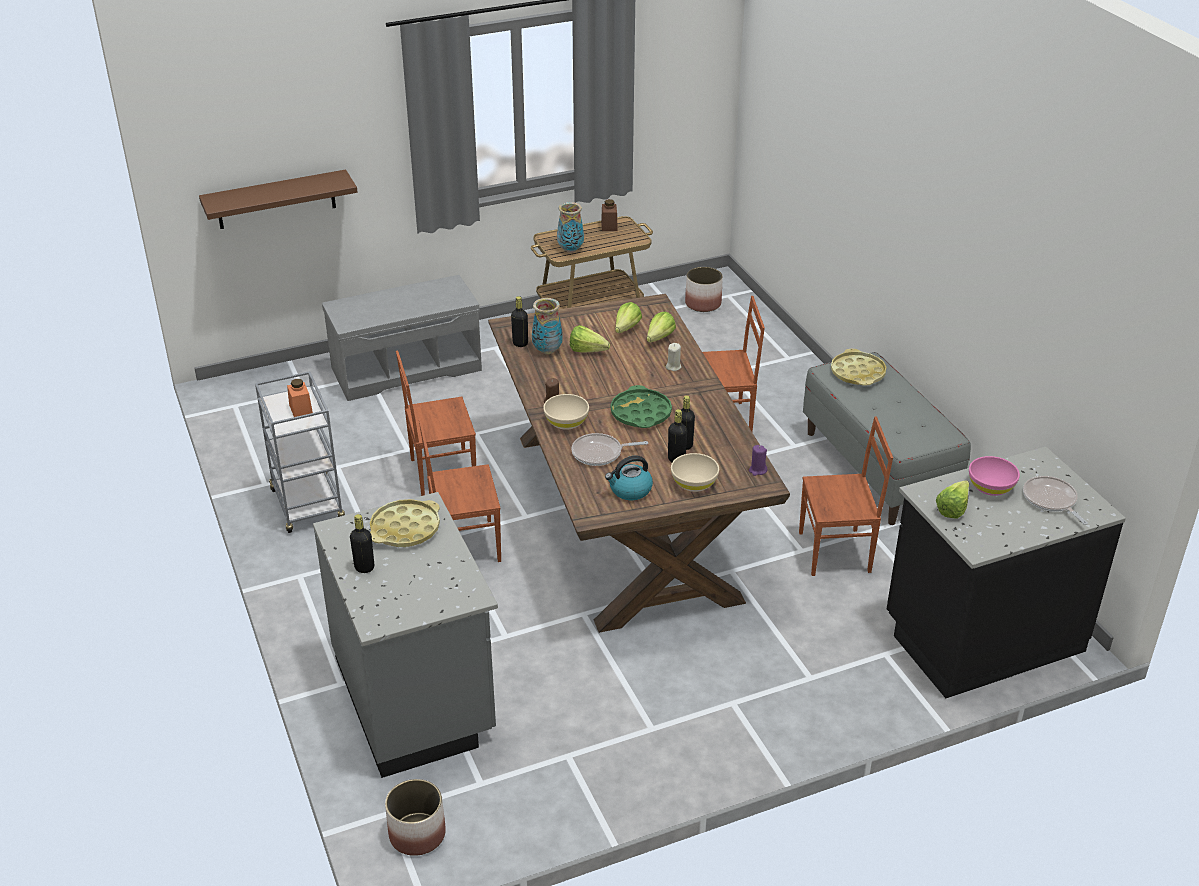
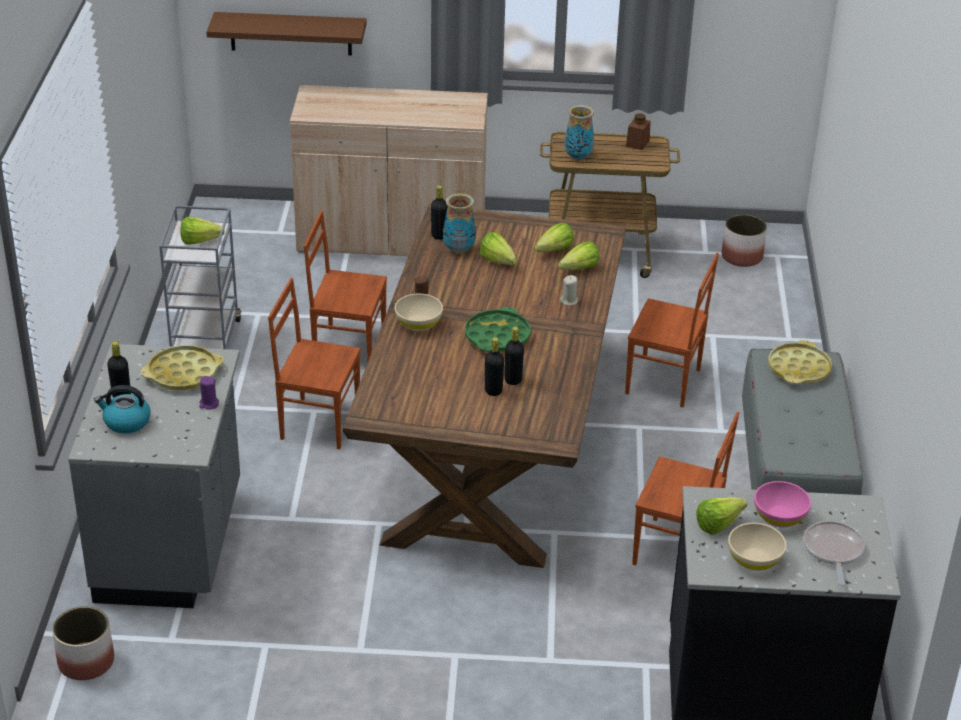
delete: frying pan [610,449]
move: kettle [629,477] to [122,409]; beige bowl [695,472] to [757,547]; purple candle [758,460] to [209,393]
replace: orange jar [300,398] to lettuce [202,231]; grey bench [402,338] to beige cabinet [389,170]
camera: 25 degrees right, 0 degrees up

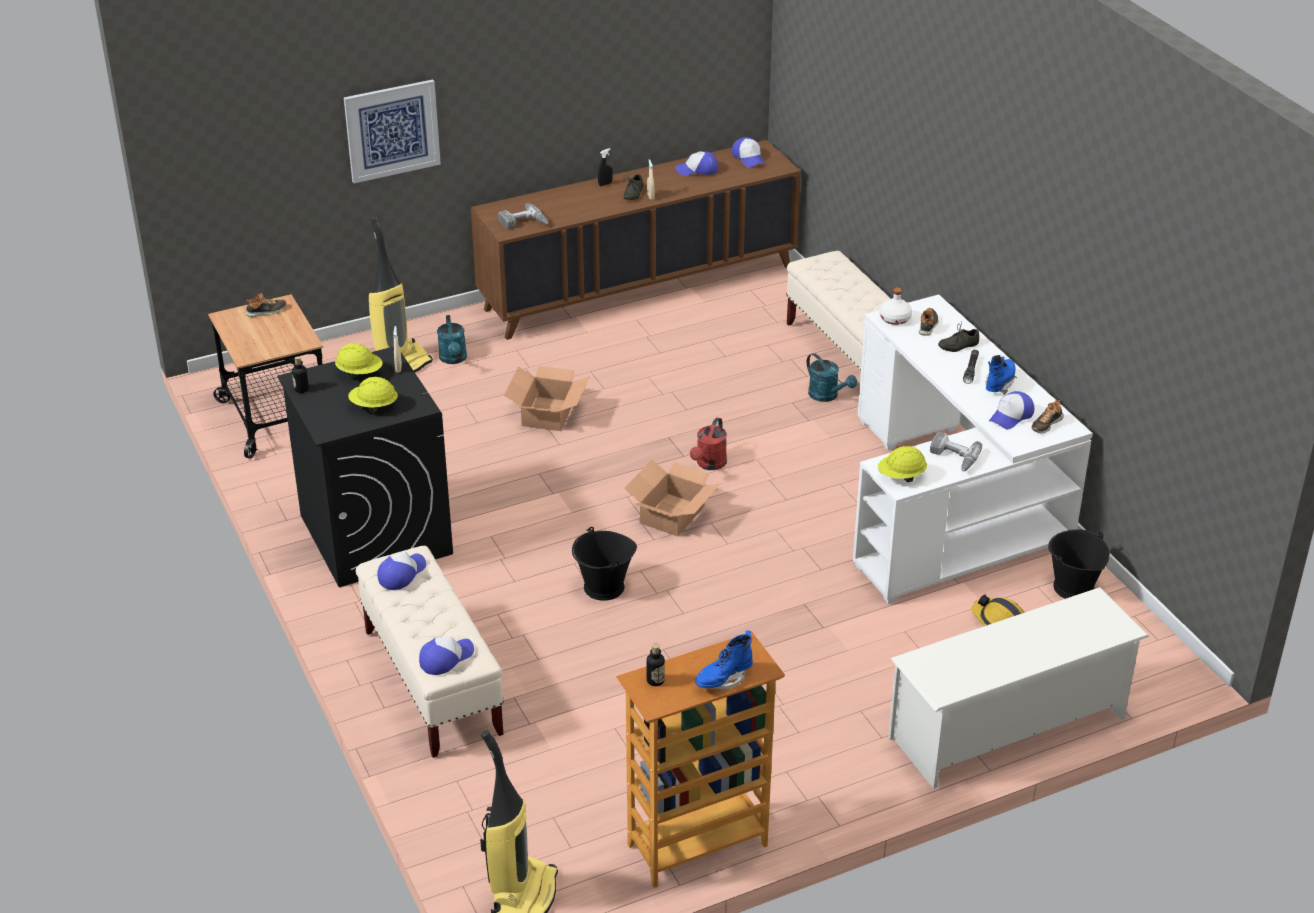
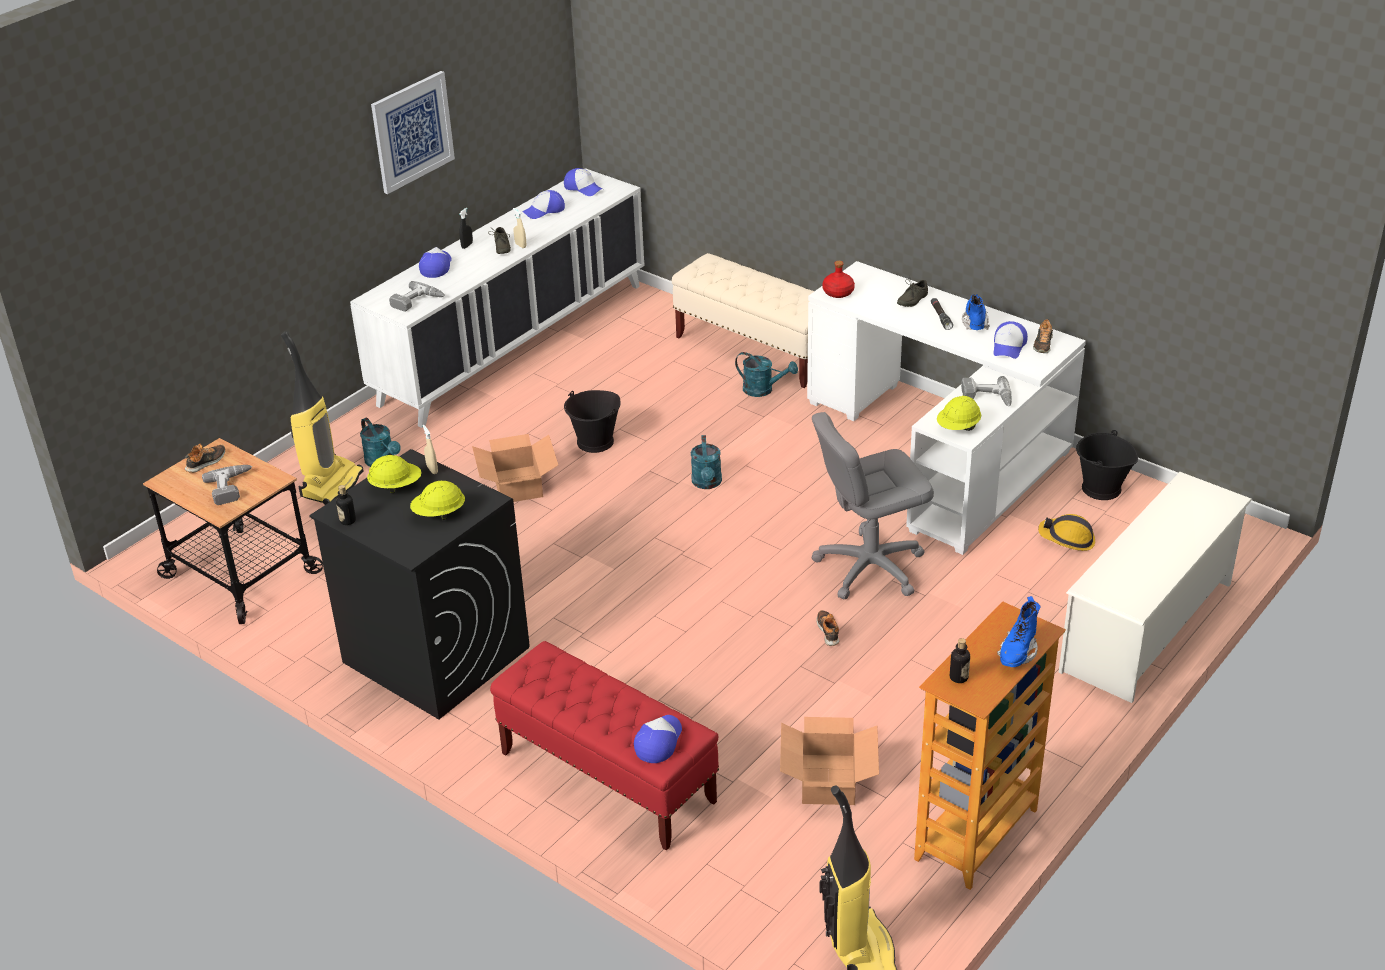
insert: power drill [227,485]; grey office chair [873,505]
move: picture [392,131] to [413,132]; cap [401,571] to [435,262]; black bucket [604,564] to [592,421]; cardboard box [672,498] to [829,761]; shoe [928,322] to [827,628]
recolor: beige bench [430,652] to red bench [604,746]; brown cabinet [636,240] to white cabinet [497,298]; red watering can [708,443] to turquoise watering can [706,462]; white bottle [895,306] to red bottle [838,279]
camera: 25 degrees left, 0 degrees up

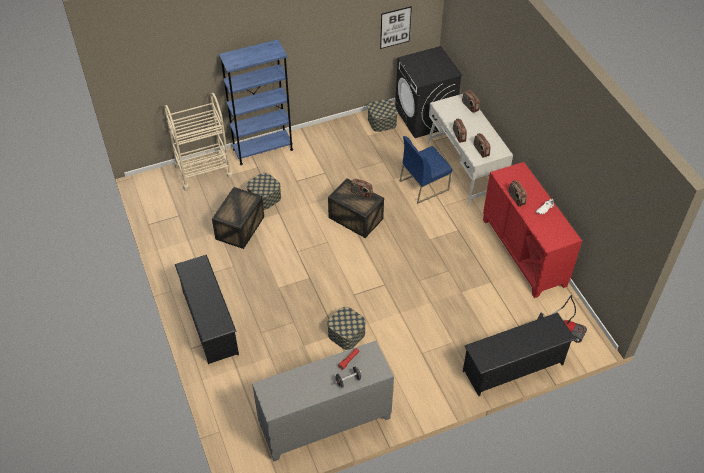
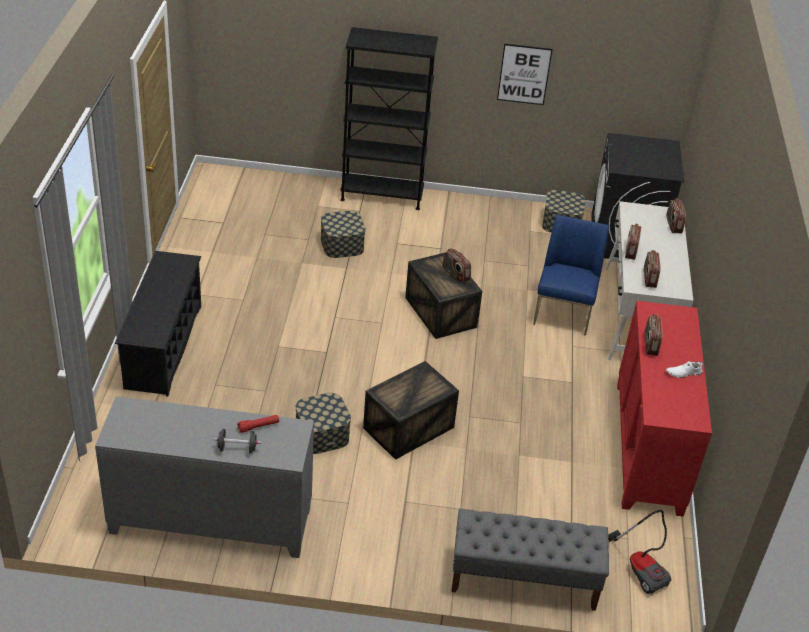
delete: beige cart [198,142]
move: crate [238,218] to [411,410]; picture [396,27] to [525,74]
replace: black shoe rack [519,354] to grey bench [530,560]
recolor: blue bookcase [256,102] to black bookcase [389,118]
rotate: blue chair [425,170] = [571,275] 105 degrees clockwise
camera: 25 degrees right, 10 degrees down

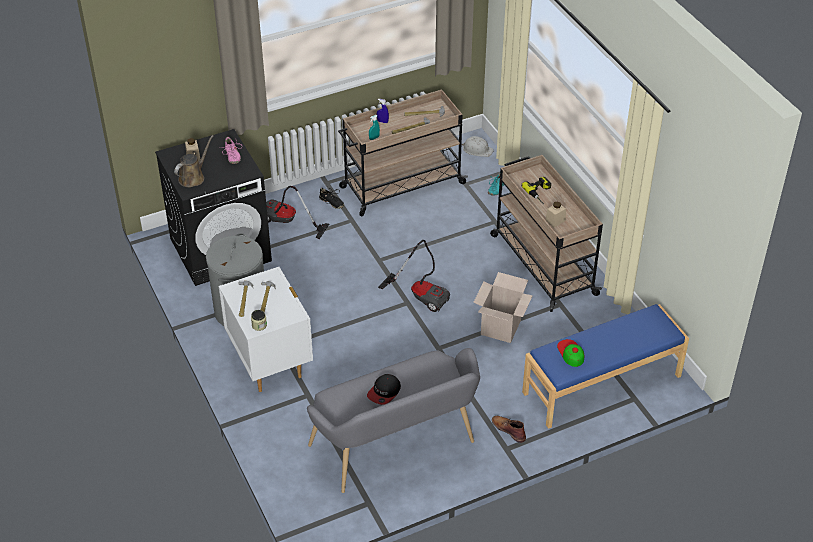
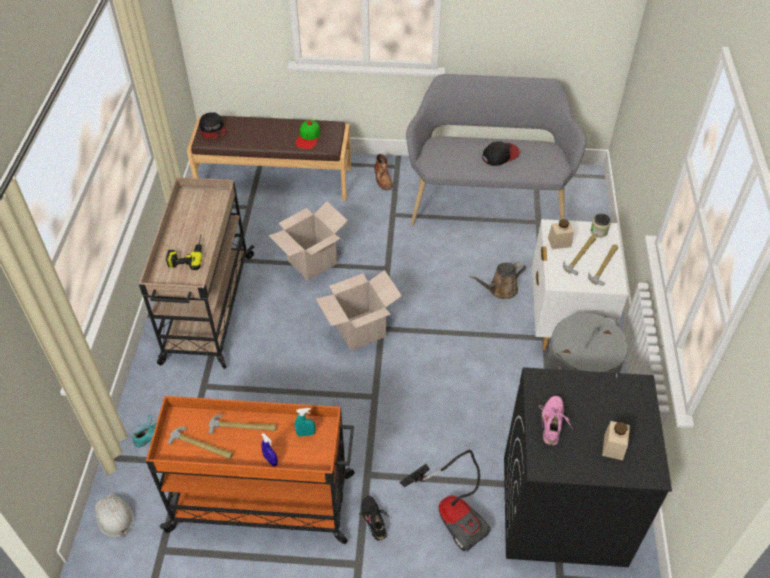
insert: cap [212,125]
move: brown watering can [193,161] to [498,280]; beige jar [556,214] to [561,234]
replace: vacuum cleaner [414,276] to cardboard box [359,310]
recolor: beige cart [403,153] to orange cart [250,470]; blue bench [605,366] to brown bench [269,158]
camera: 150 degrees left, 5 degrees up

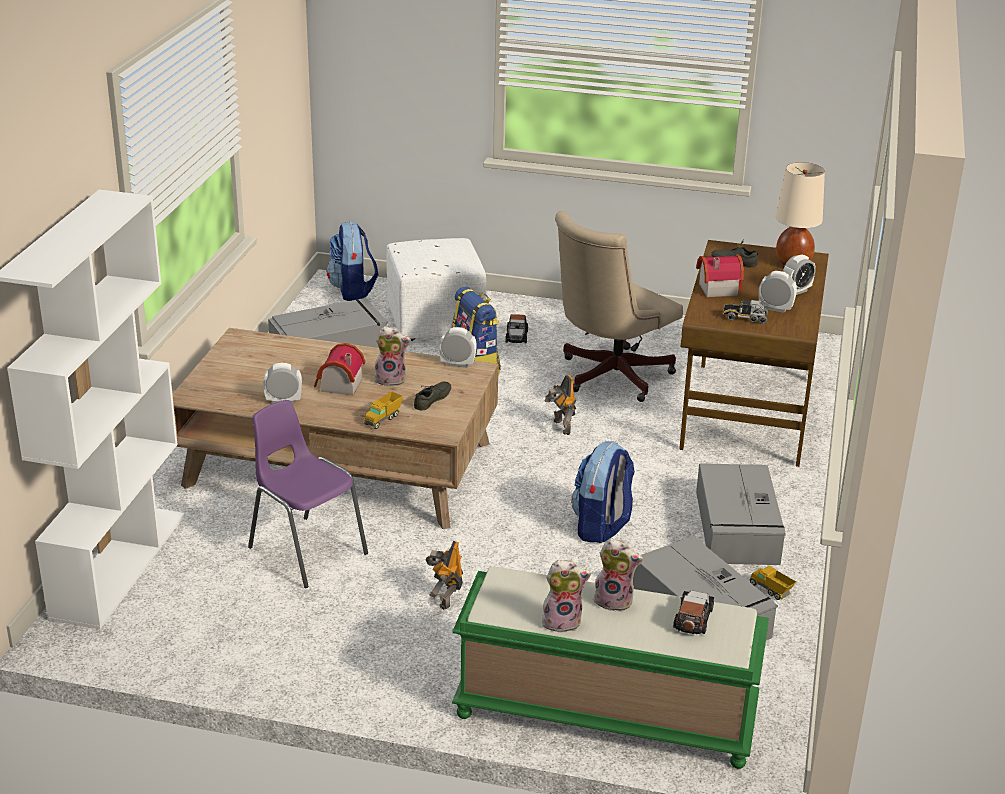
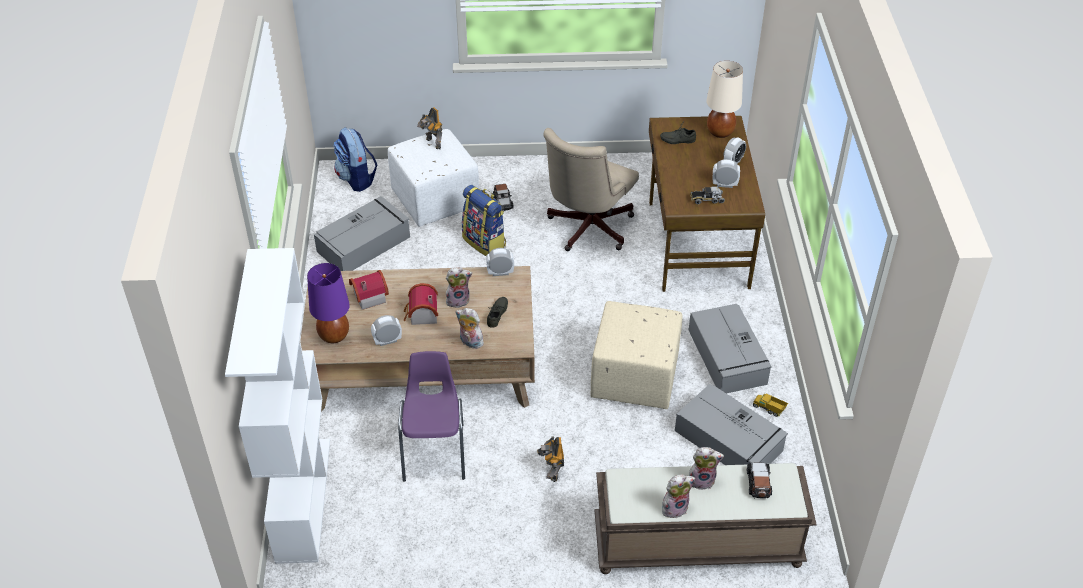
insert: purple table lamp [328,303]
move: toy robot [560,405] to [430,128]; toy house [720,275] to [369,290]
replace: toy truck [383,410] to plush toy [469,328]; backpack [603,492] to beige ottoman [636,355]
recolor: green bench [610,668] to brown bench [705,518]
rotate: purple chair [308,494] = [431,416] 60 degrees clockwise
camera: 15 degrees left, 15 degrees up

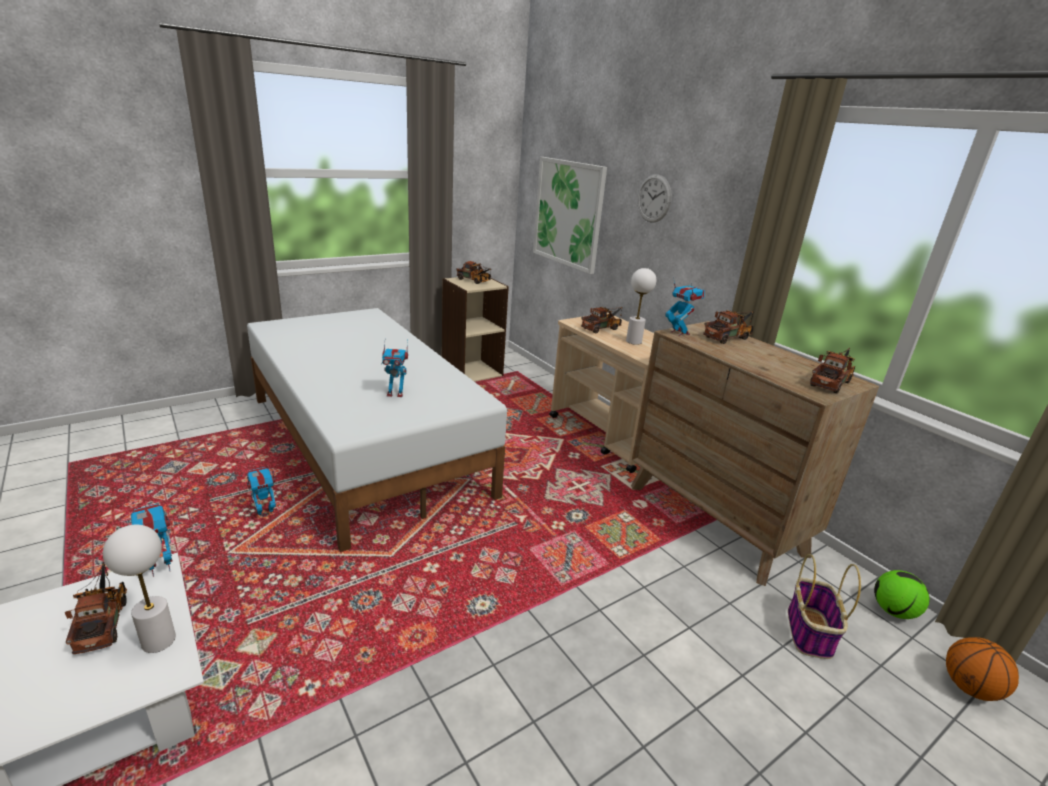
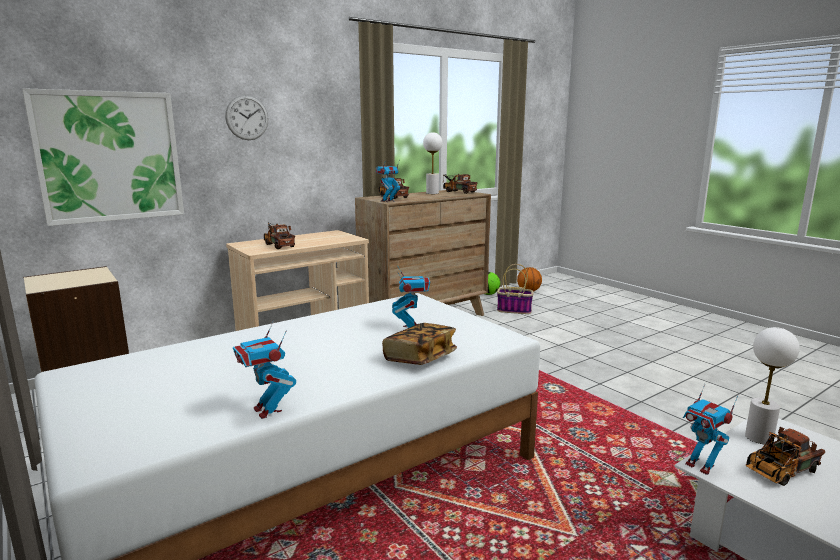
delete: toy truck [474,272]
insert: book [419,344]
move: toy robot [261,492] to [264,369]; white table lamp [641,306] to [432,163]
camera: 90 degrees left, 10 degrees down

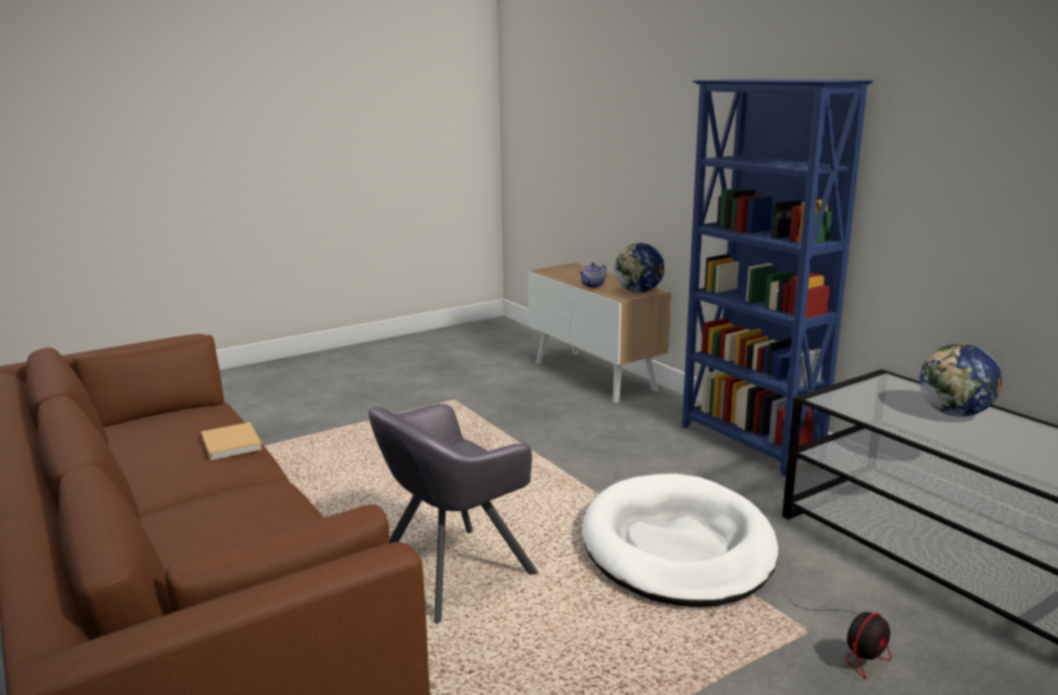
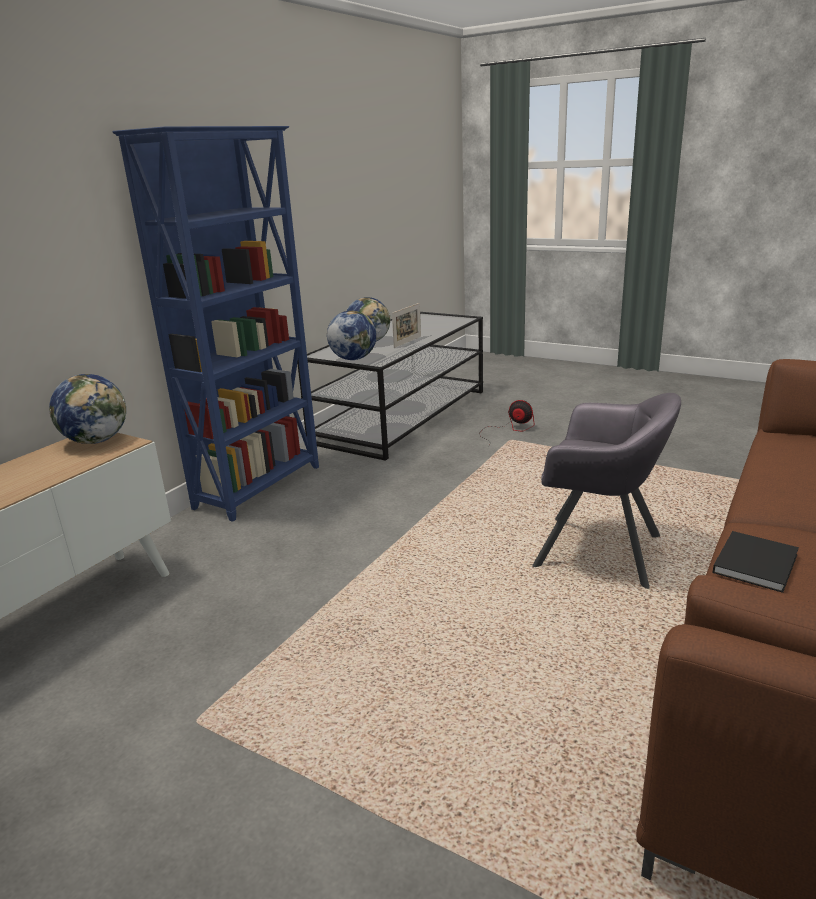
delete: teapot [593,275]; white dog bed [680,540]
insert: globe [352,335]; picture frame [406,325]
recolor: beige book [231,441] to black book [756,562]
camera: 115 degrees left, 5 degrees up

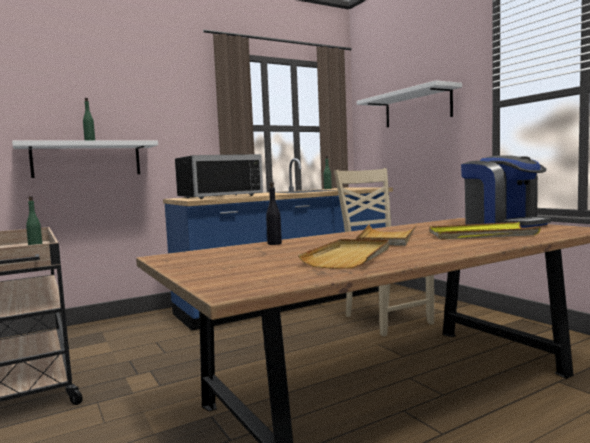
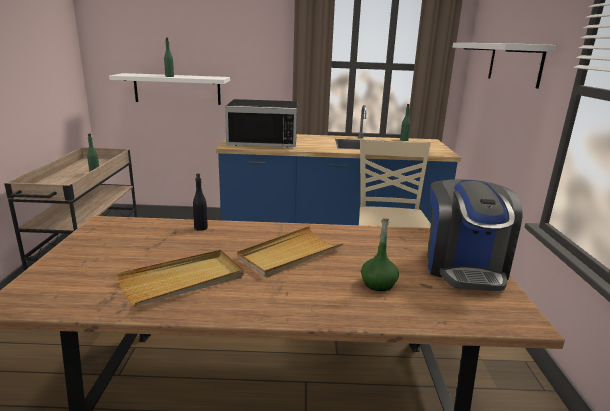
replace: yellow tray [485,231] to green bottle [380,254]
camera: 30 degrees right, 15 degrees up

